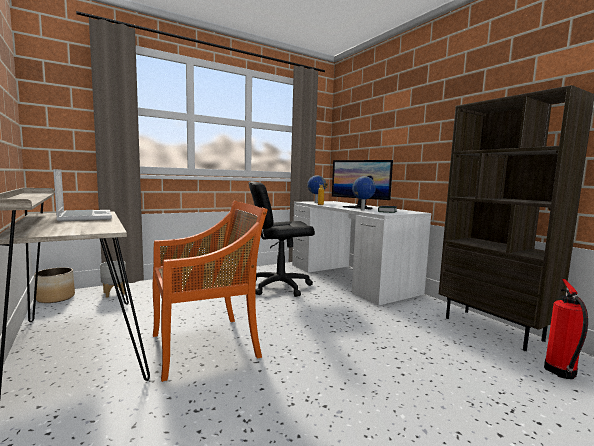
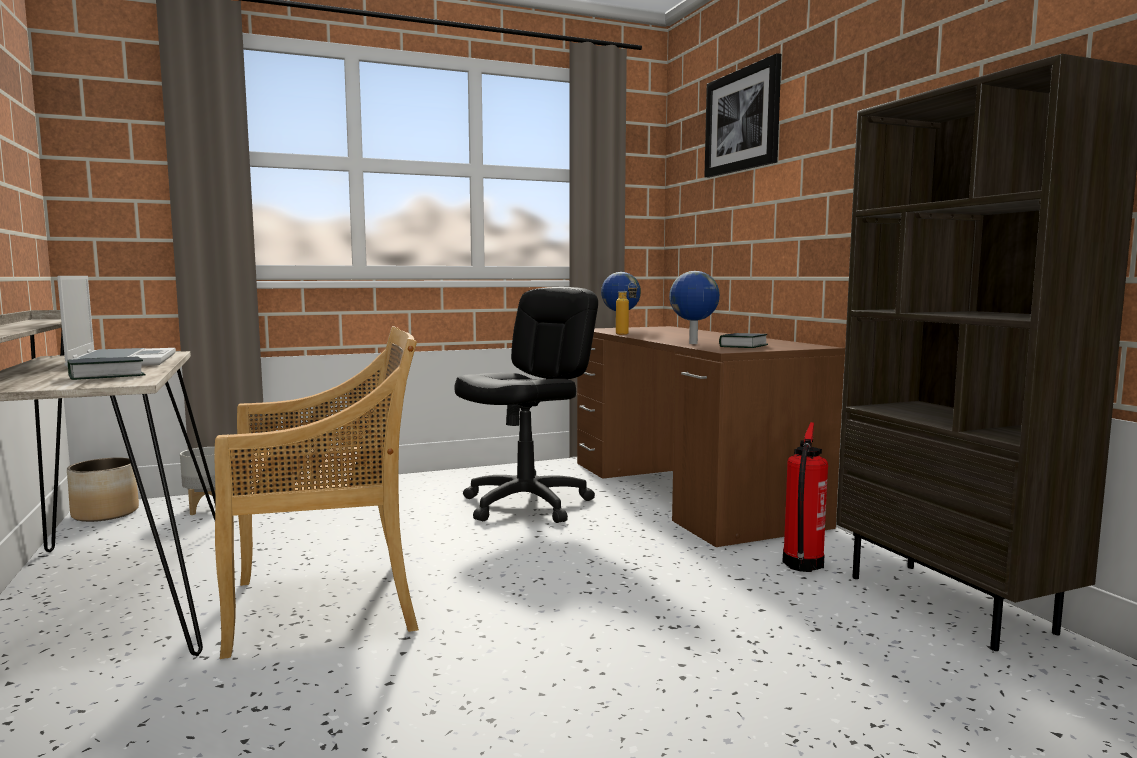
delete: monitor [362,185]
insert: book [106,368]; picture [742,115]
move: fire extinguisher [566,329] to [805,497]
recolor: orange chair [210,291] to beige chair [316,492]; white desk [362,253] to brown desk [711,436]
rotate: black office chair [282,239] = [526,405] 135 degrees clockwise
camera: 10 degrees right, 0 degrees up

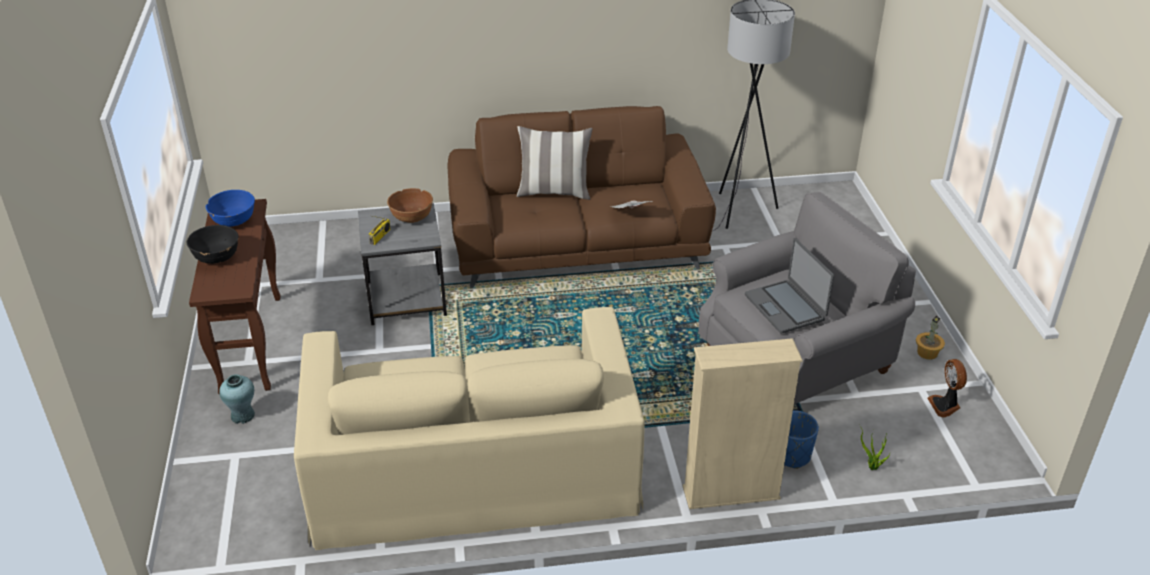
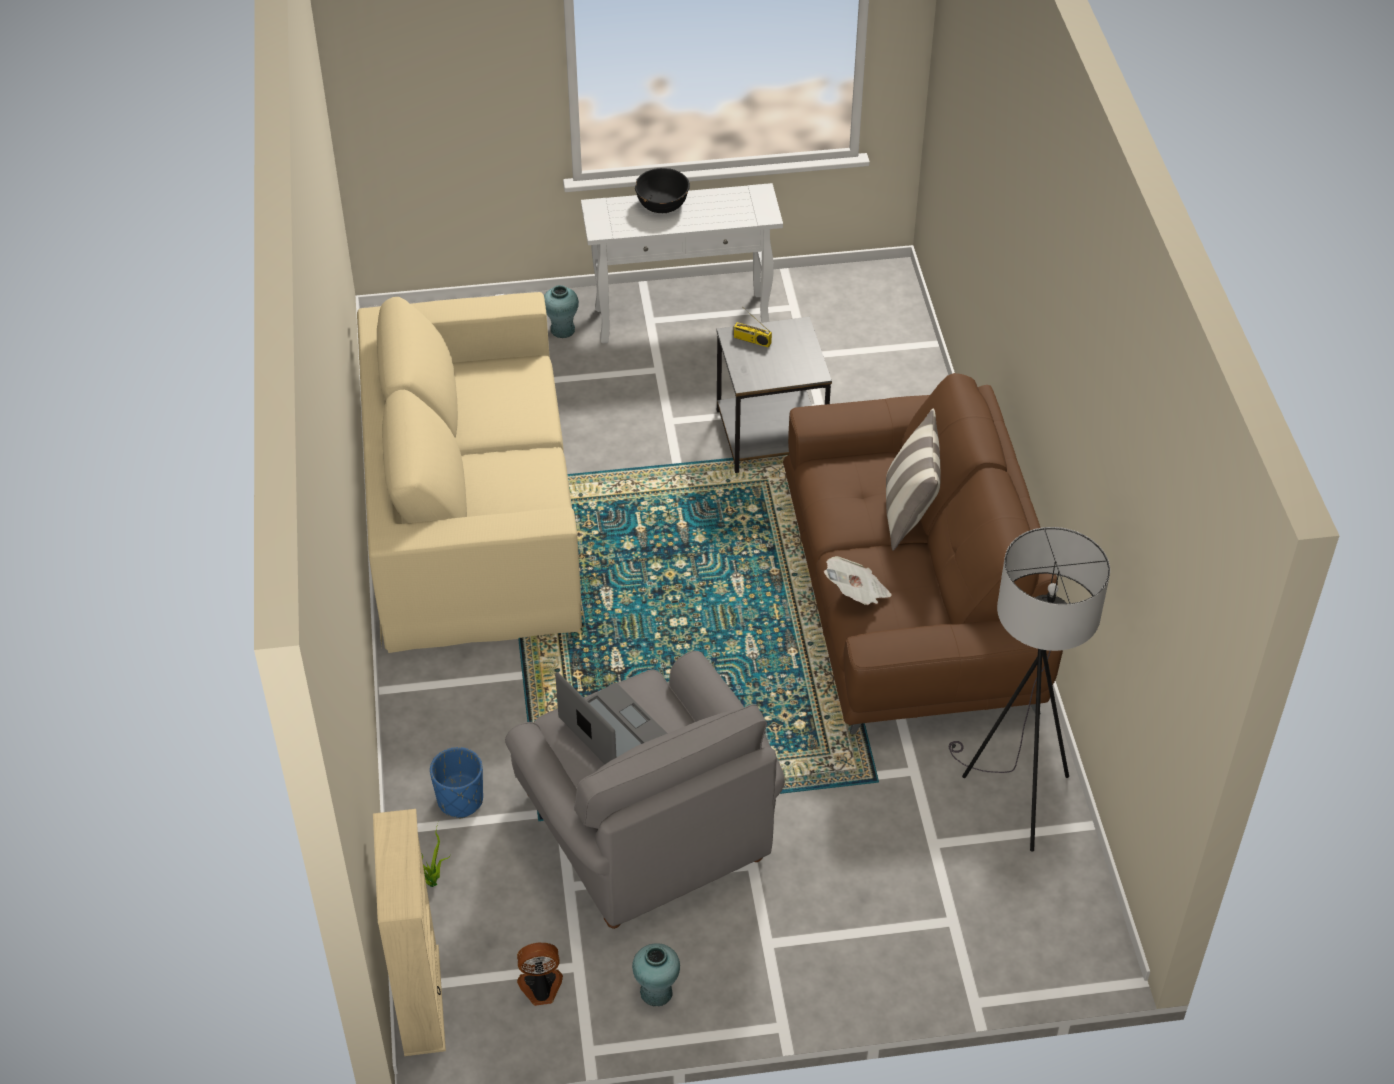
delete: blue bowl [230,208]; brown bowl [410,205]
move: beige bookcase [743,423] to [409,932]
replace: potted plant [930,338] to turquoise vase [656,974]
recolor: brown console table [235,297] to white console table [682,263]
rotate: laptop [789,285] = [611,718] 75 degrees clockwise
camera: 90 degrees right, 10 degrees up

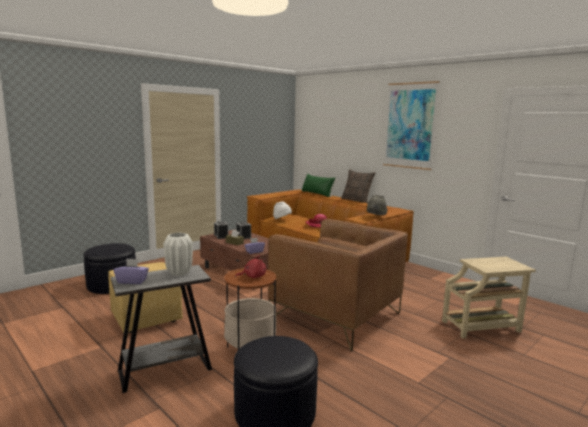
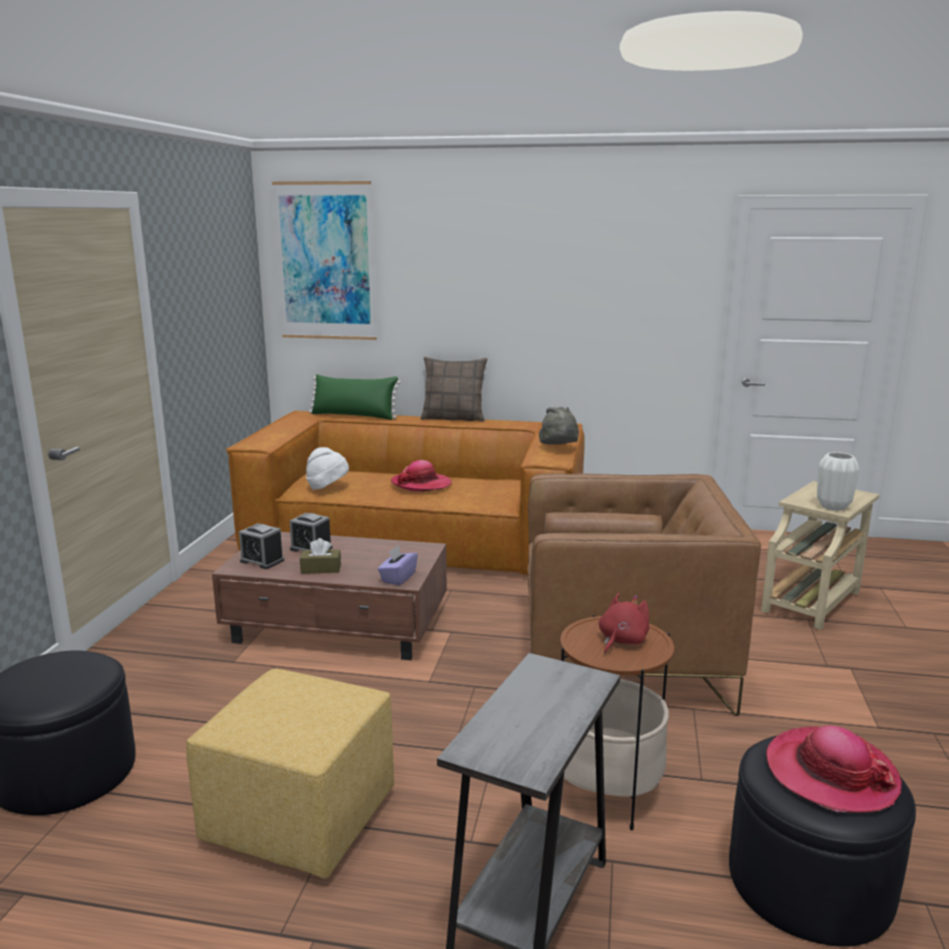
delete: purple tissue box [131,271]
insert: hat [834,769]
move: white vase [178,254] to [838,481]; picture [411,125] to [324,260]
camera: 35 degrees left, 5 degrees up

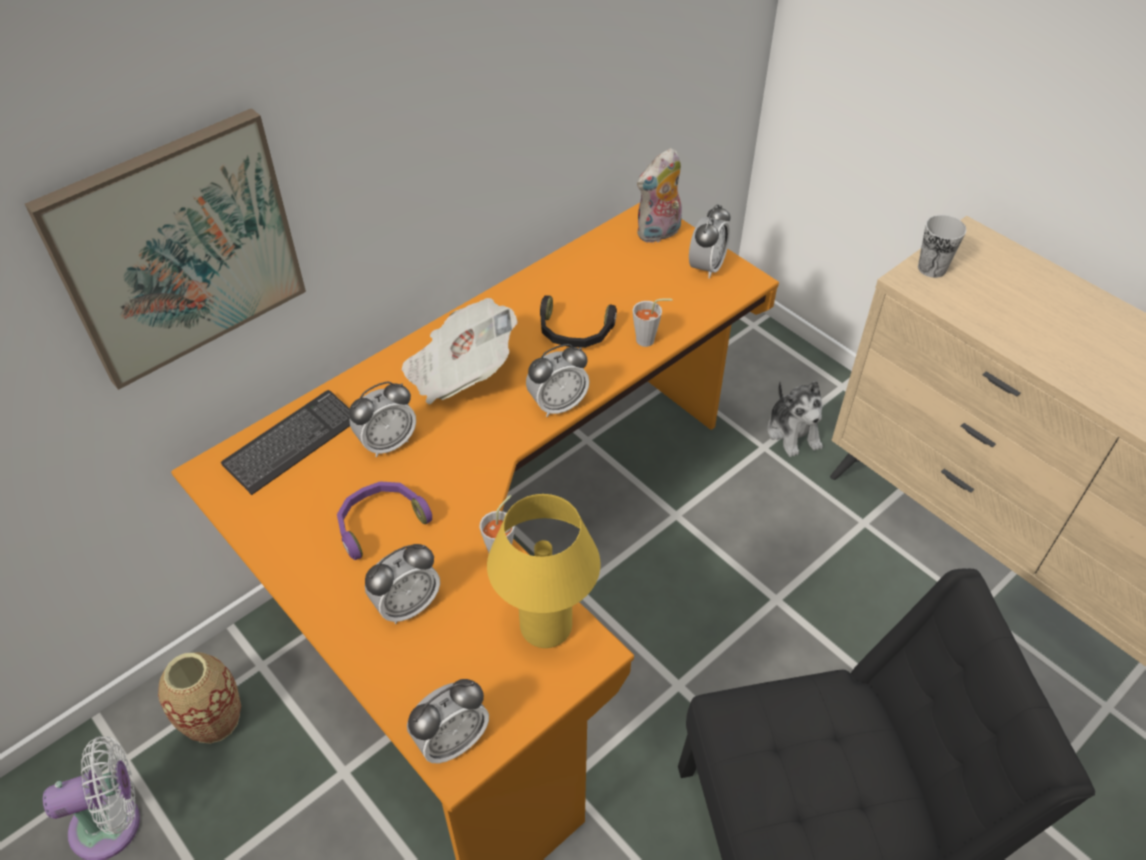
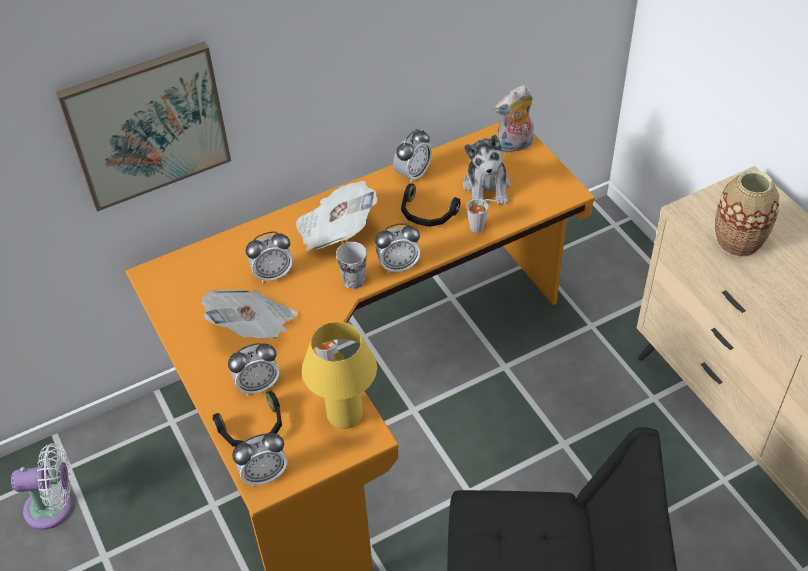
delete: keyboard [285,442]
insert: black headphones [247,419]
move: vase [199,698] to [747,213]; alarm clock [710,241] to [412,156]; plush toy [795,419] to [487,170]; cup [942,246] to [351,265]
replace: purple headphones [384,520] to newspaper [249,314]
camera: 15 degrees right, 0 degrees up

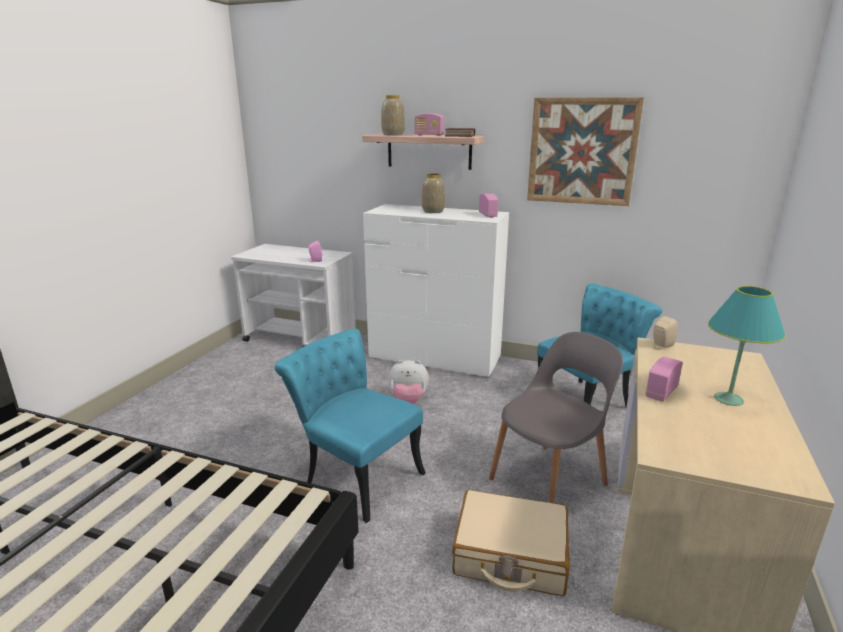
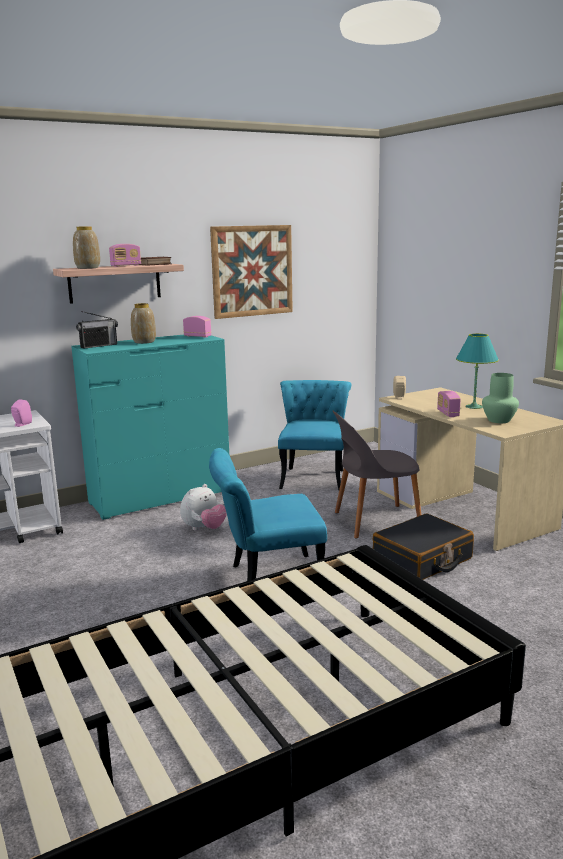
insert: radio [97,330]; green vase [500,398]
recolor: white dresser [436,291] to turquoise dresser [150,427]; beige suitcase [511,543] to black suitcase [423,546]
rotate: grey chair [556,417] = [377,475] 105 degrees counterclockwise
camera: 50 degrees left, 5 degrees down

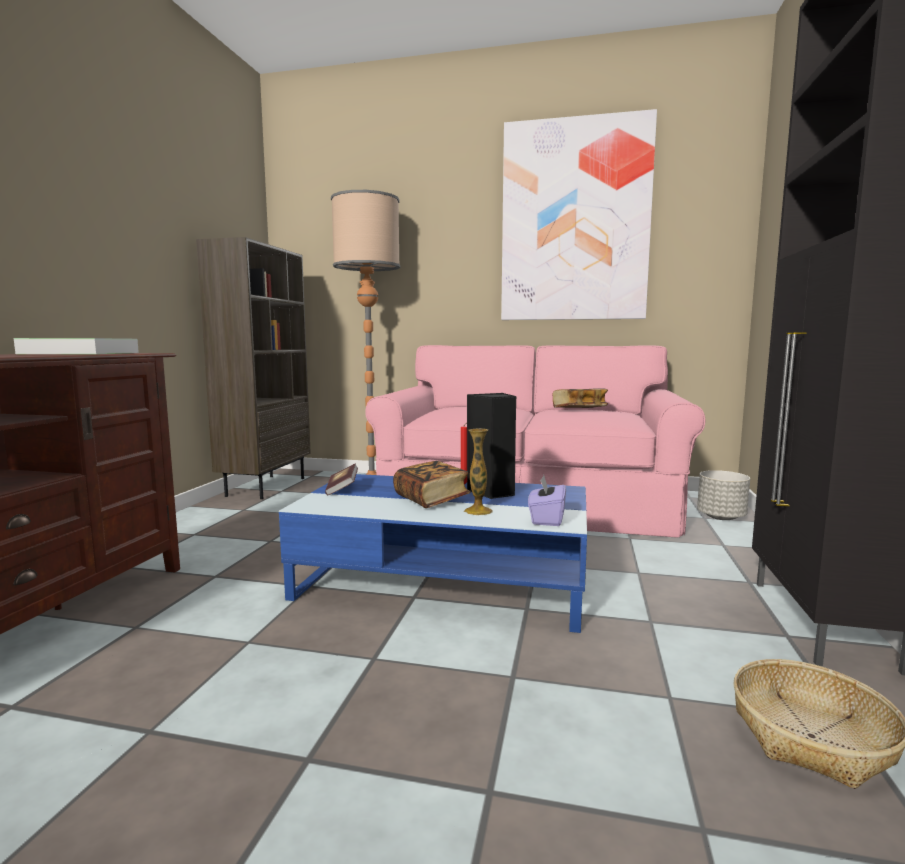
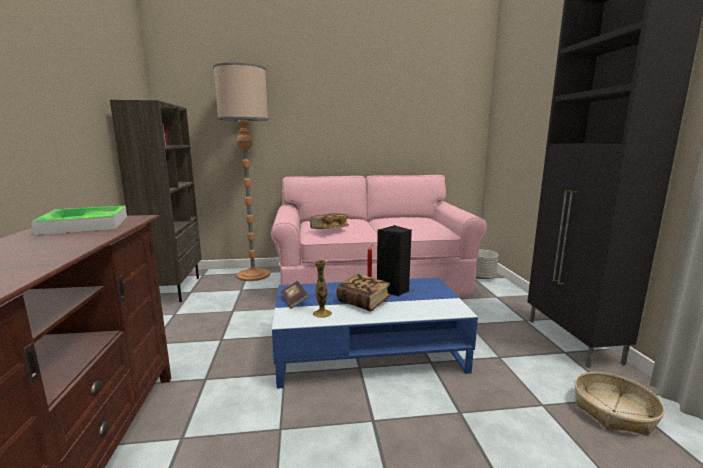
delete: picture [579,214]; purple tissue box [547,500]
move: vase [478,472] to [322,289]; book [580,398] to [329,221]
camera: 20 degrees left, 5 degrees up

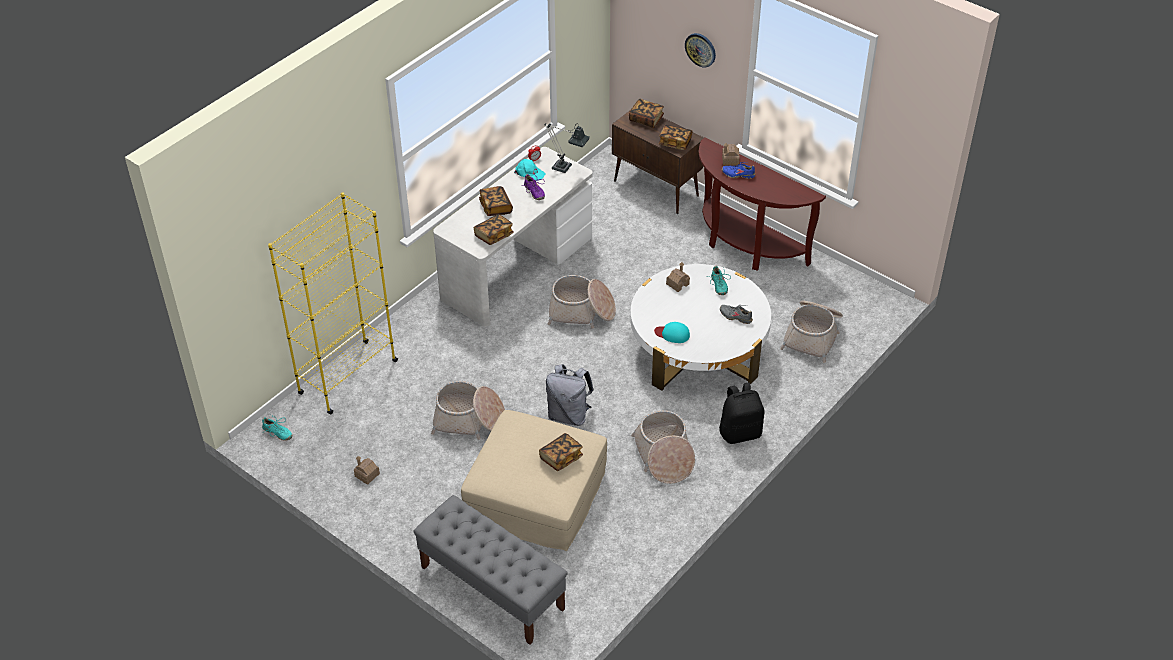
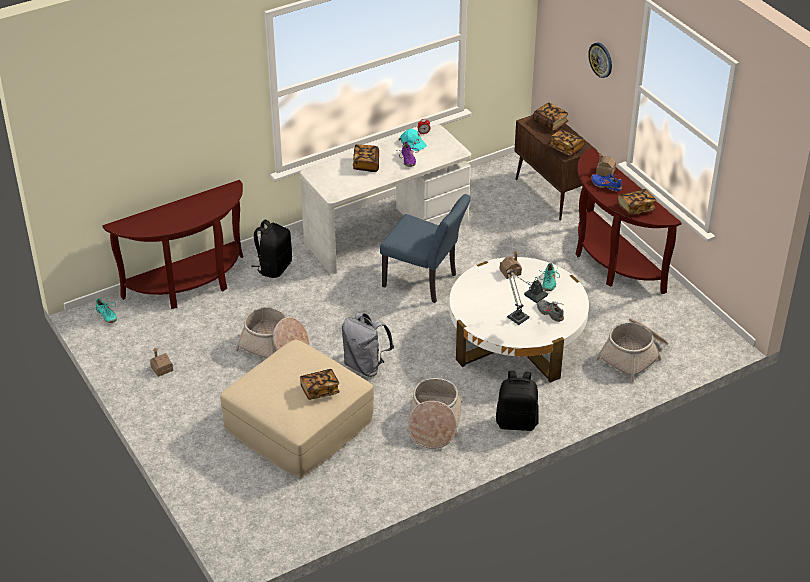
delete: grey bench [490,570]; turquoise cap [672,332]
insert: black backpack [271,249]
move: book [494,229] to [637,202]; table lamp [567,148] to [527,297]
replace: yellow bookcase [333,303] to brown console table [173,244]; basket [582,302] to blue chair [425,248]
camera: 20 degrees right, 5 degrees down

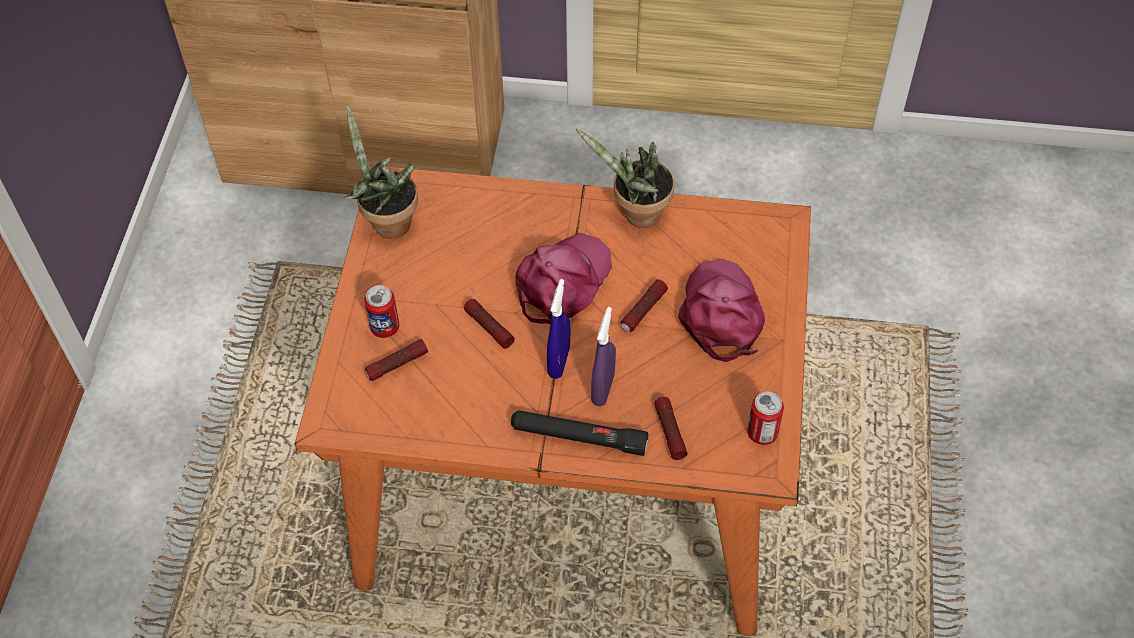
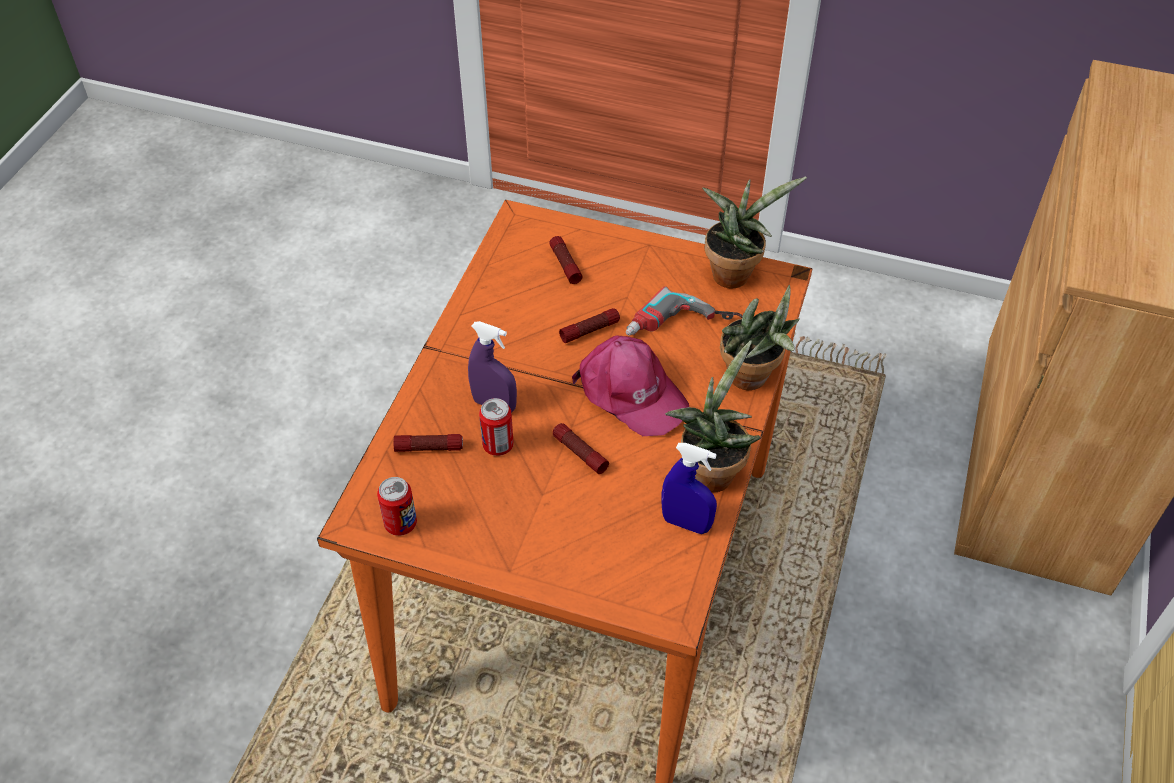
delete: black flashlight [580,433]; pink cap [721,310]
insert: power drill [684,311]; potted plant [760,337]
move: can [381,311] to [496,427]; blue spray bottle [558,329] to [689,488]
camera: 100 degrees right, 5 degrees down

